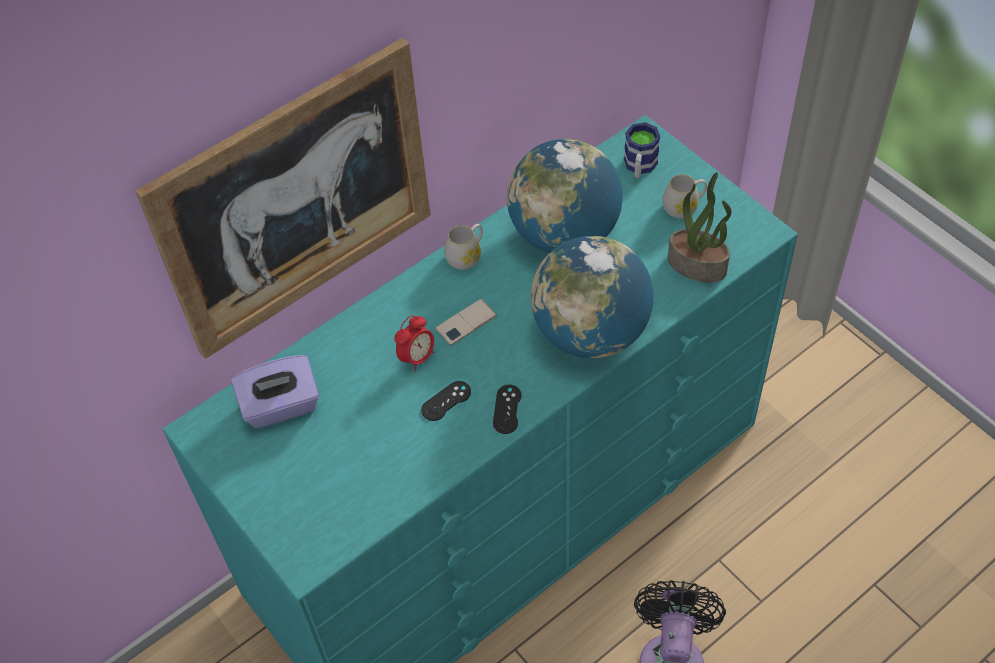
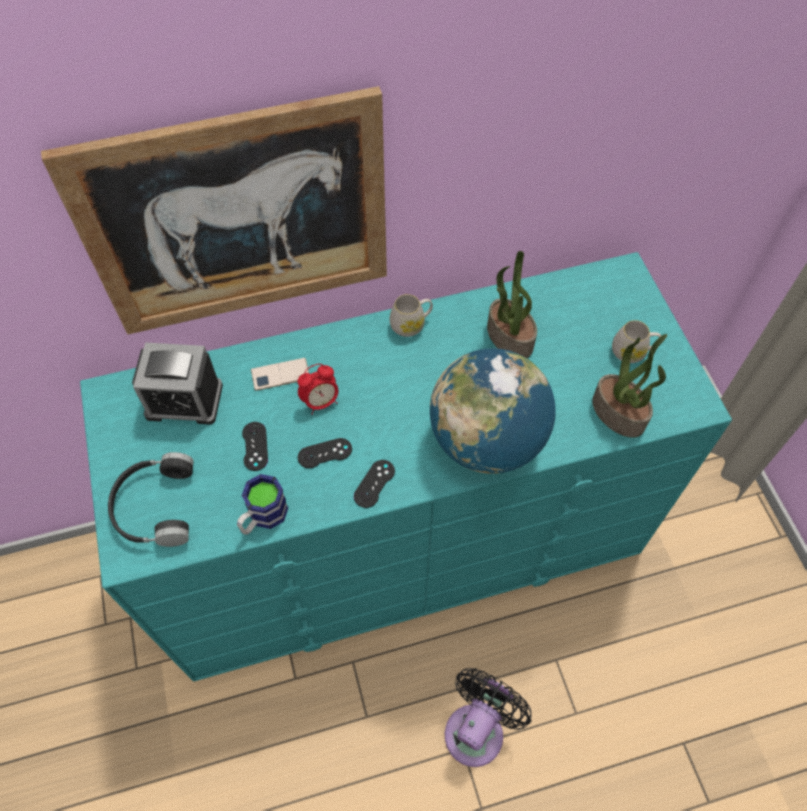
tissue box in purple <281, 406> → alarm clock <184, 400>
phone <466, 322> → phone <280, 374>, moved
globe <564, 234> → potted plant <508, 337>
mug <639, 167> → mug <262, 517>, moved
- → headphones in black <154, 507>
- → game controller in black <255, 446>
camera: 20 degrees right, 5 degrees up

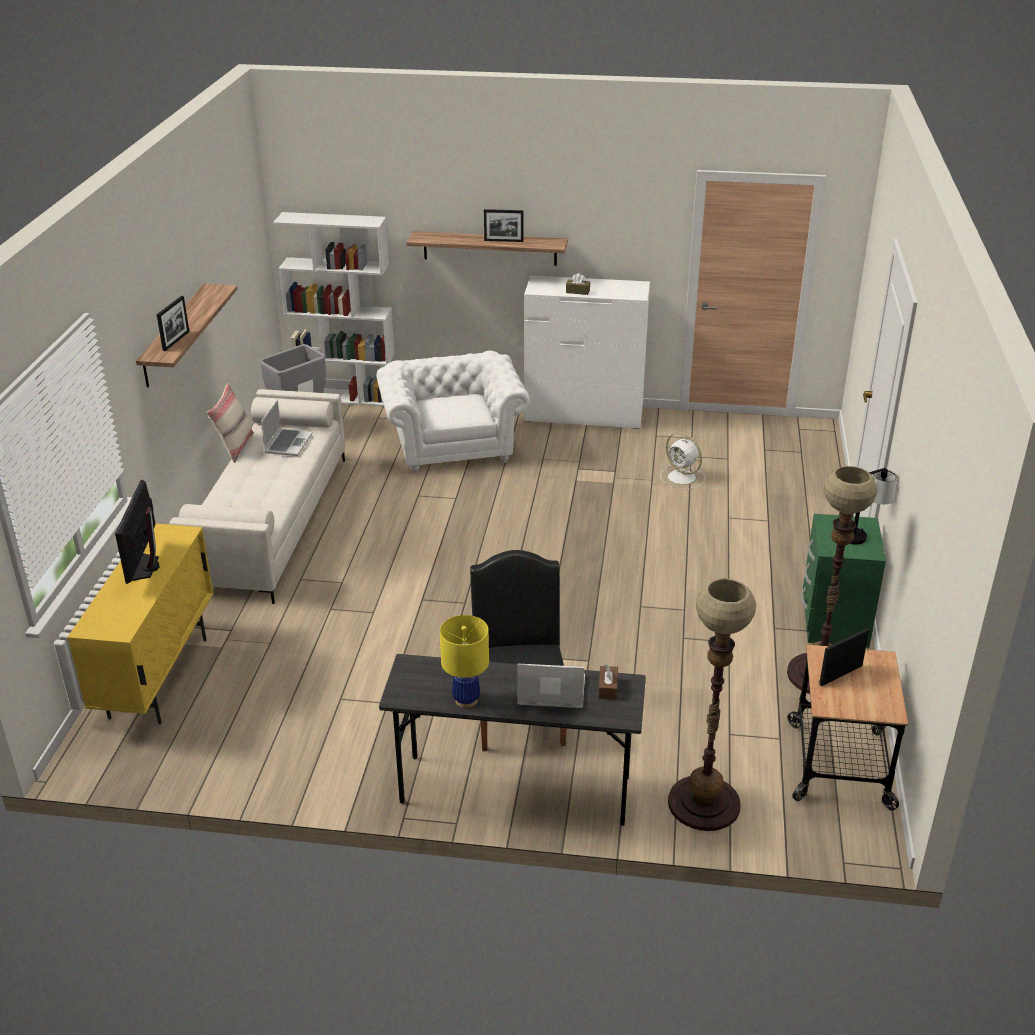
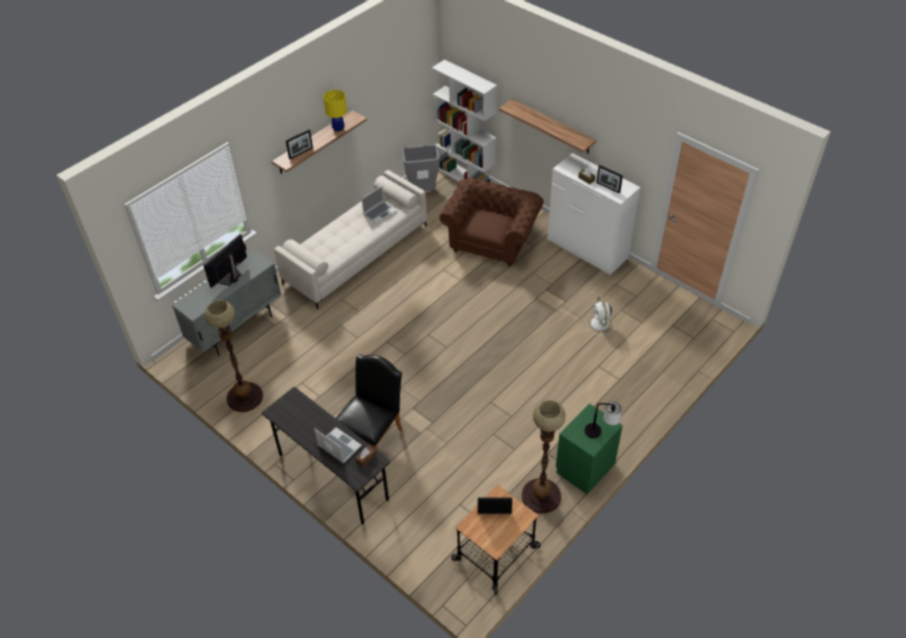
cabinet in yellow <159, 678> → cabinet in grey <237, 329>
pillow in beige <234, 447> → -
armchair in white <453, 445> → armchair in brown <492, 240>
table lamp in yellow <466, 700> → table lamp in yellow <338, 130>, moved
picture frame <503, 241> → picture frame <608, 187>, moved
floor lamp <704, 803> → floor lamp <245, 397>, moved
camera: 35 degrees right, 15 degrees up

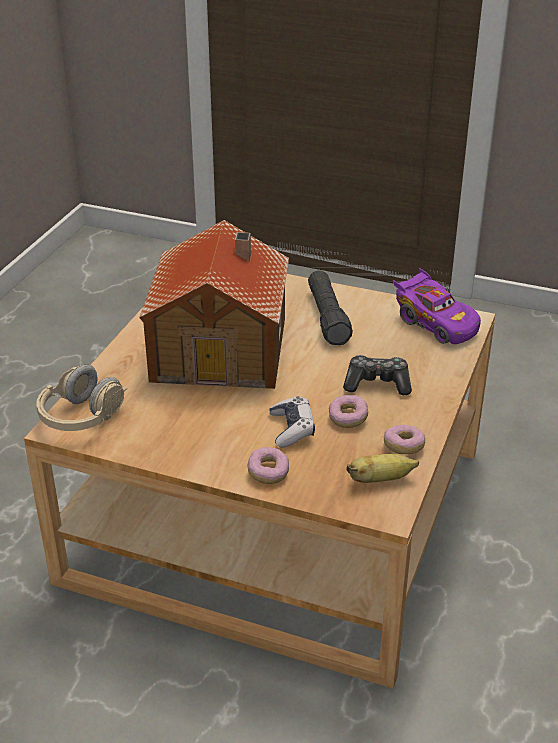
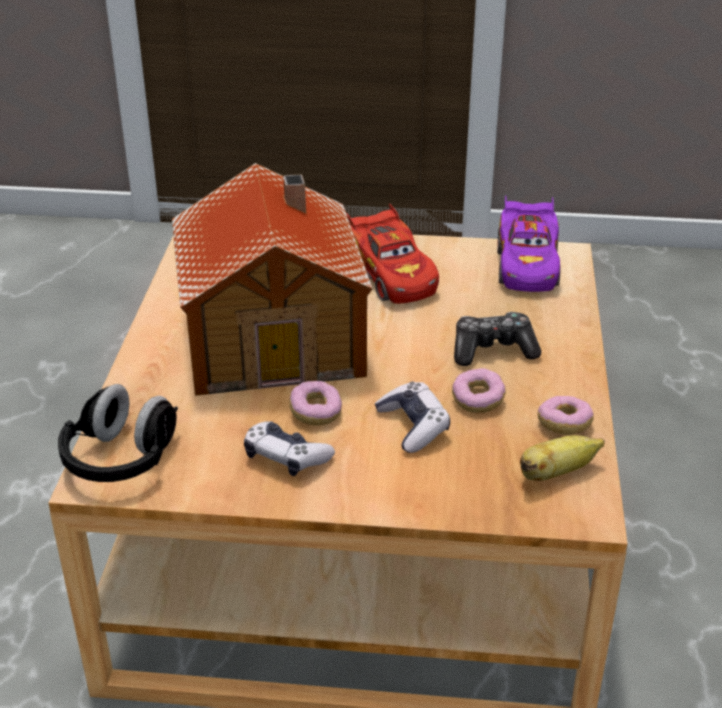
headphones in beige <82, 417> → headphones in black <121, 459>
donut <268, 473> → donut <316, 413>, moved
flashlight in black <327, 317> → toy car in red <391, 276>
toy car in purple <435, 324> → toy car in purple <527, 265>, 60 degrees clockwise
- → game controller <286, 457>
camera: 15 degrees left, 0 degrees up

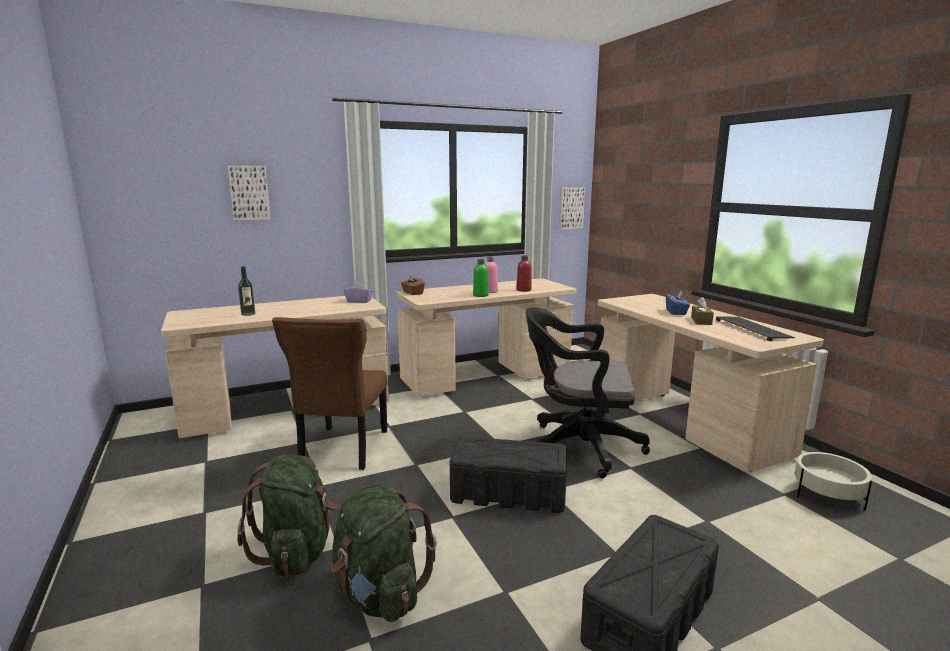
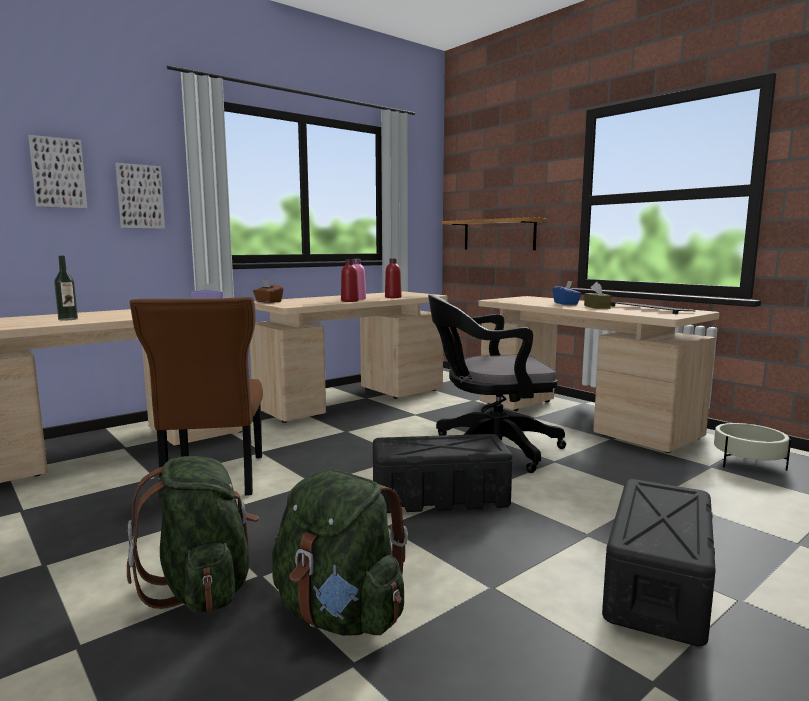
bottle in green <480, 295> → bottle in red <349, 301>
picture <570, 208> → picture <139, 197>, moved
- → shelf <498, 235>
camera: 15 degrees left, 5 degrees down

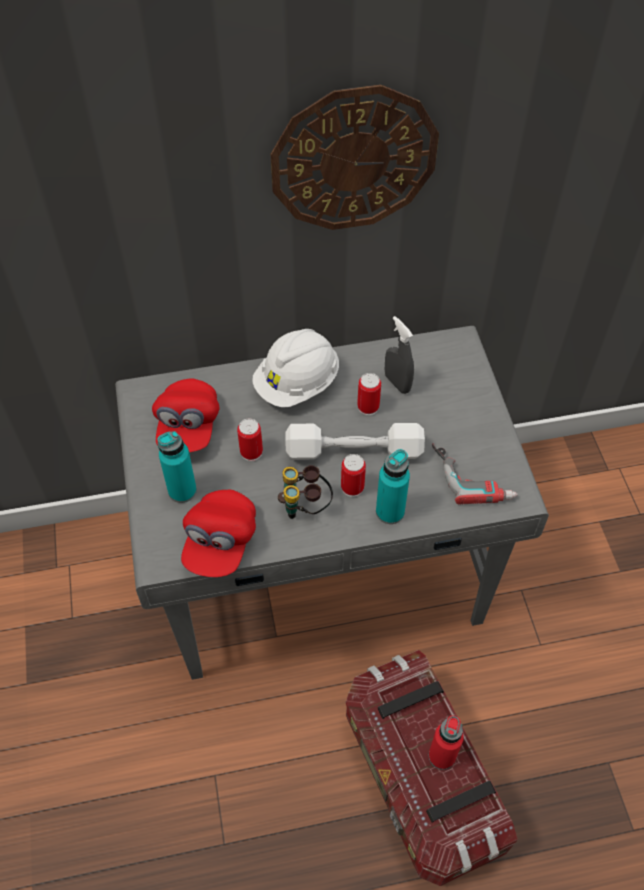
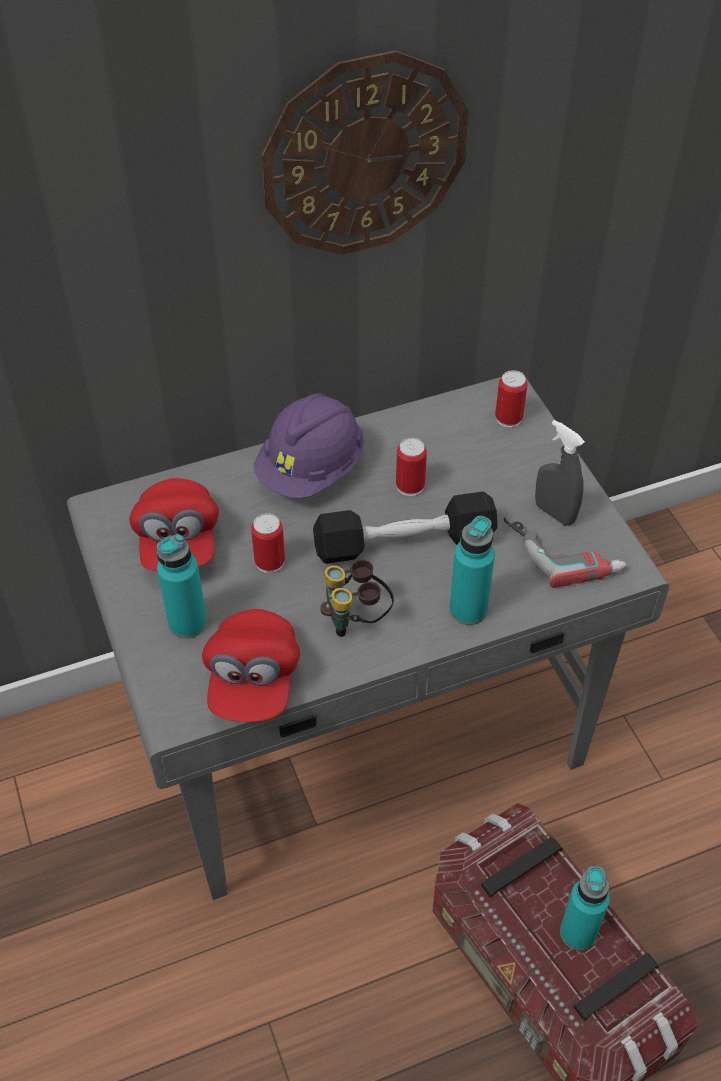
hard hat in white <297, 384> → hard hat in purple <312, 470>
dumbbell in white <354, 451> → dumbbell in black <404, 542>
can <352, 487> → can <508, 418>, moved
spray bottle in grey <397, 383> → spray bottle in grey <554, 513>, moved
bottle in red <442, 756> → bottle in turquoise <578, 932>
camera: 10 degrees left, 5 degrees down

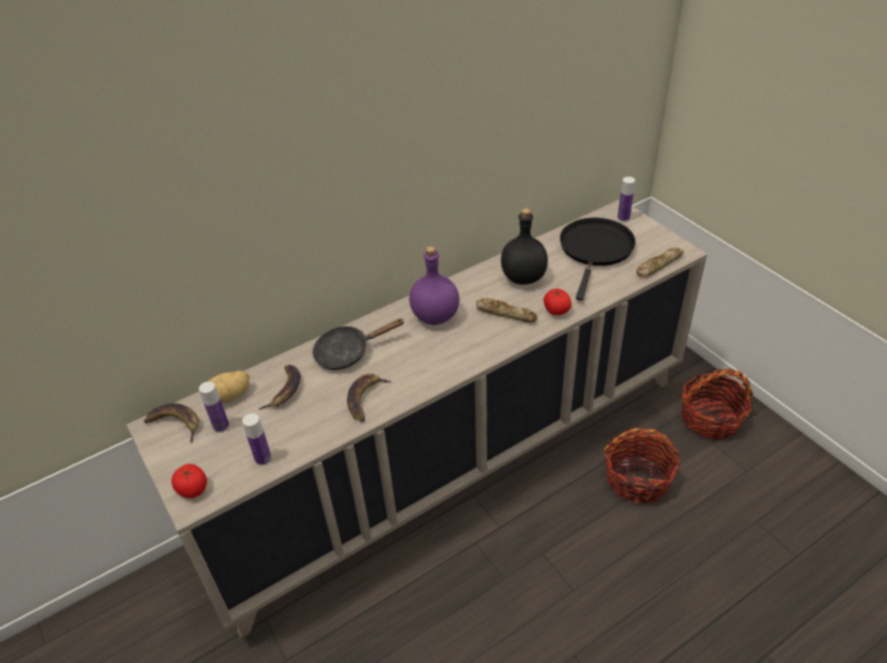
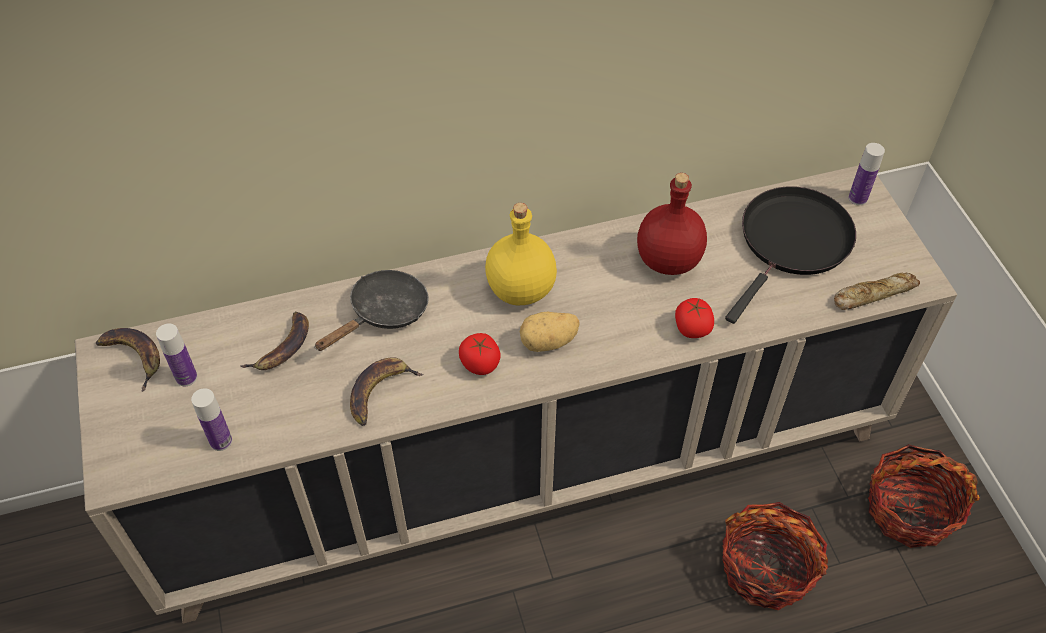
tomato <193, 489> → tomato <480, 364>, moved
potato <231, 396> → potato <549, 342>, moved
frying pan in black <348, 352> → frying pan in black <383, 313>, 135 degrees clockwise
bottle in purple <434, 316> → bottle in yellow <519, 289>
bread <506, 313> → -
bottle in black <523, 278> → bottle in red <667, 261>
camera: 15 degrees right, 10 degrees up

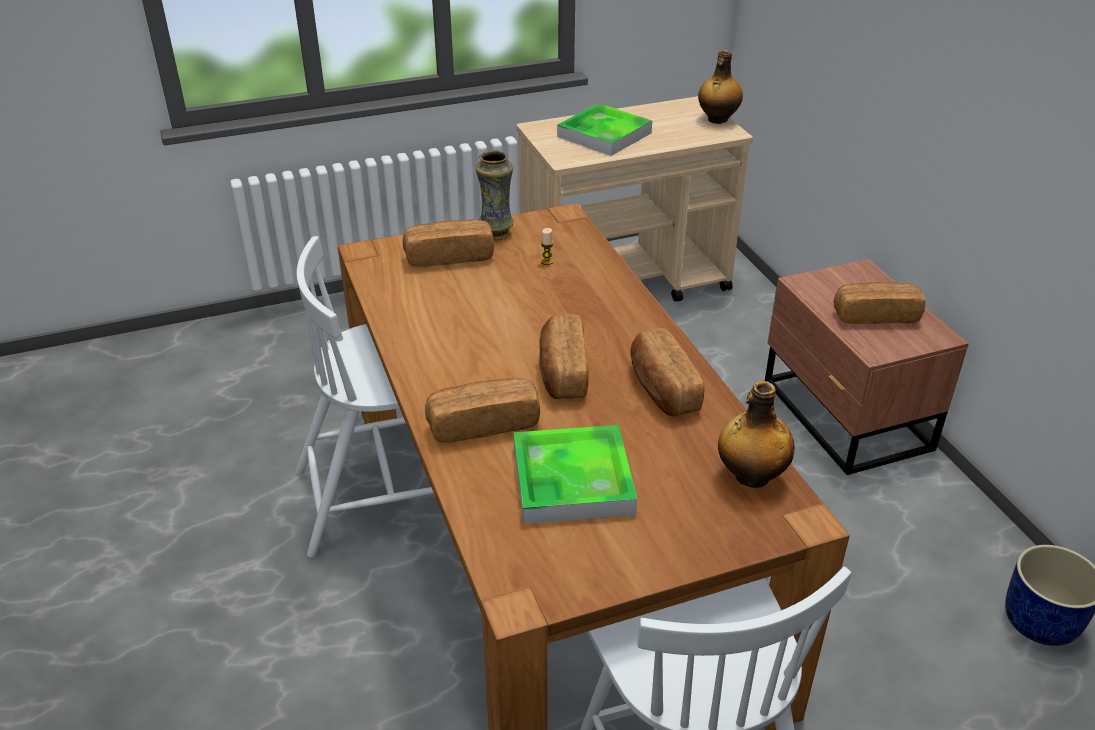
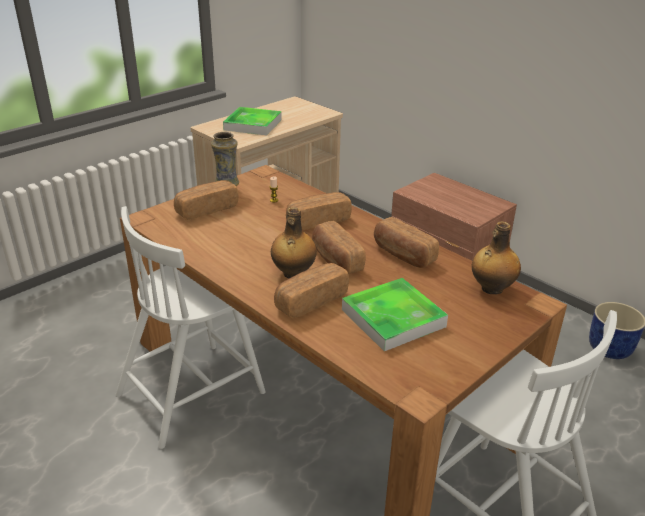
bottle <717, 120> → bottle <293, 274>, moved
bread <875, 316> → bread <318, 221>, moved
camera: 25 degrees left, 5 degrees down

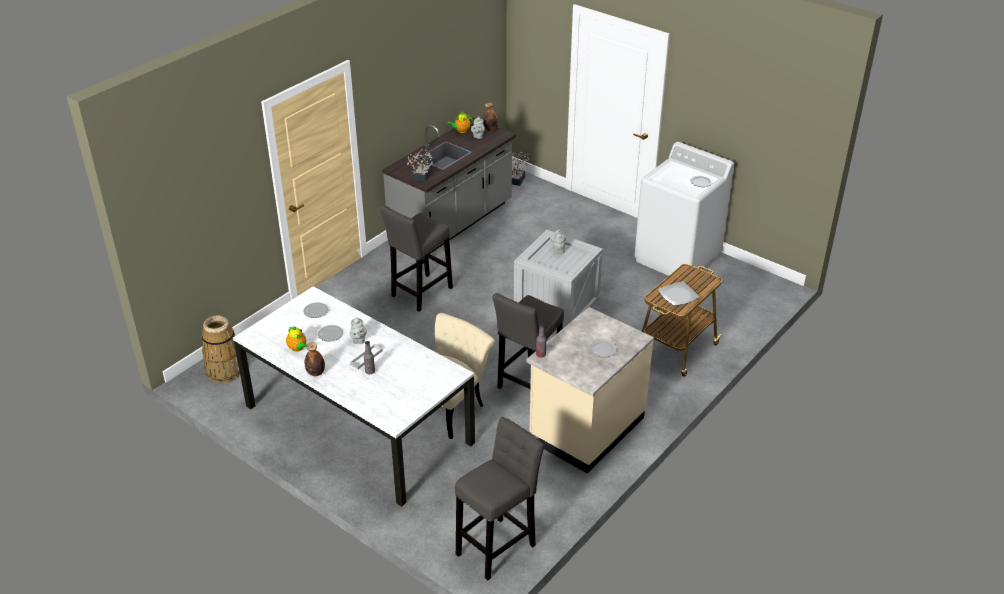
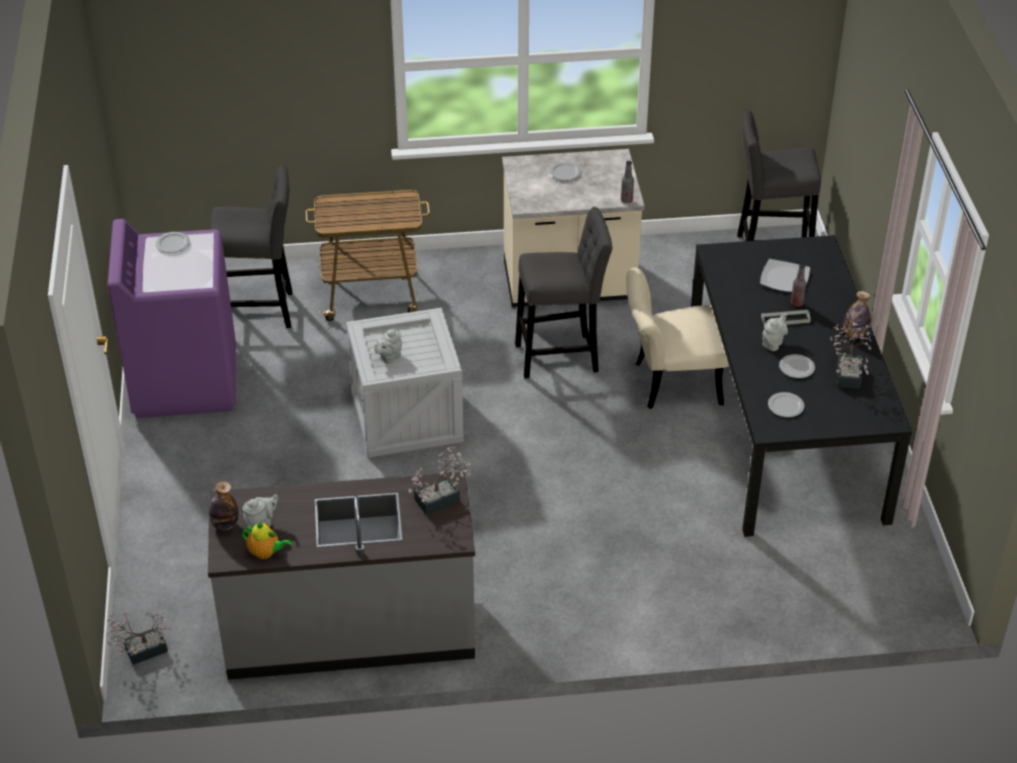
basket <225, 370> → -
dining table in white <357, 424> → dining table in black <785, 426>
teapot <298, 348> → potted plant <848, 372>
stool in grey <420, 293> → stool in grey <261, 311>, moved
washing machine in white <678, 258> → washing machine in purple <185, 381>
plate <678, 295> → plate <784, 278>, moved
camera: 135 degrees left, 5 degrees up

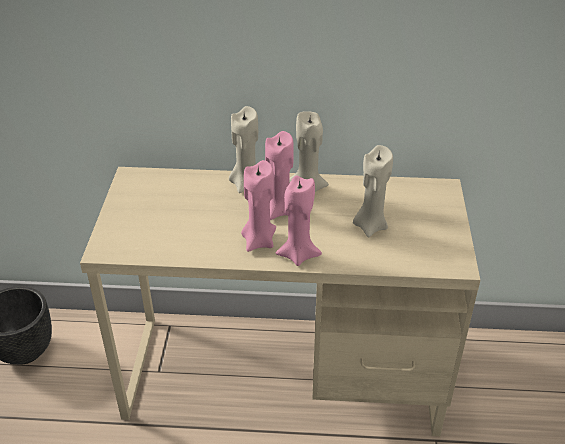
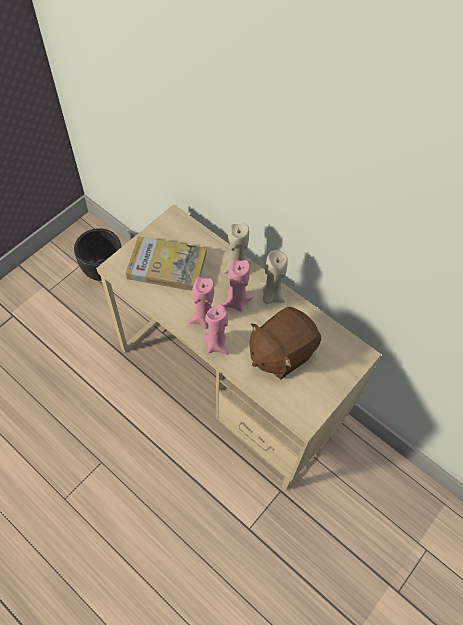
candle in beige <370, 226> → plush toy in brown <281, 352>
- → book <167, 266>
camera: 35 degrees right, 20 degrees up

